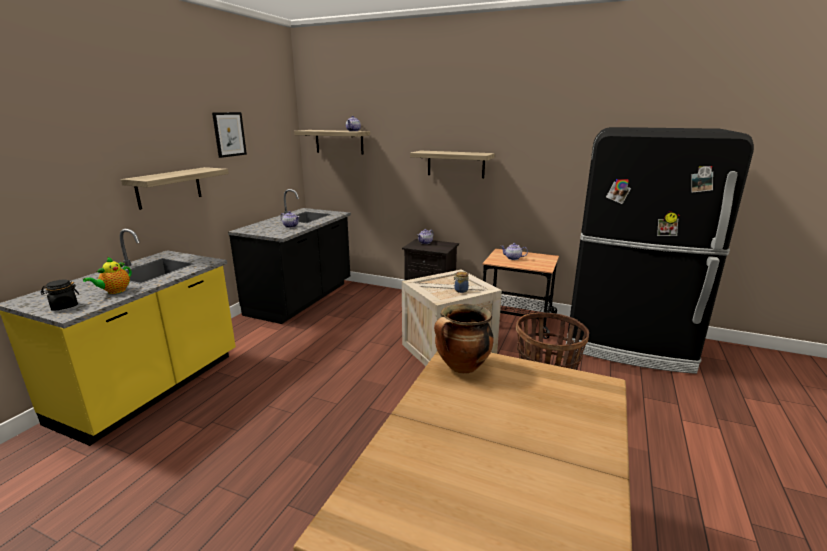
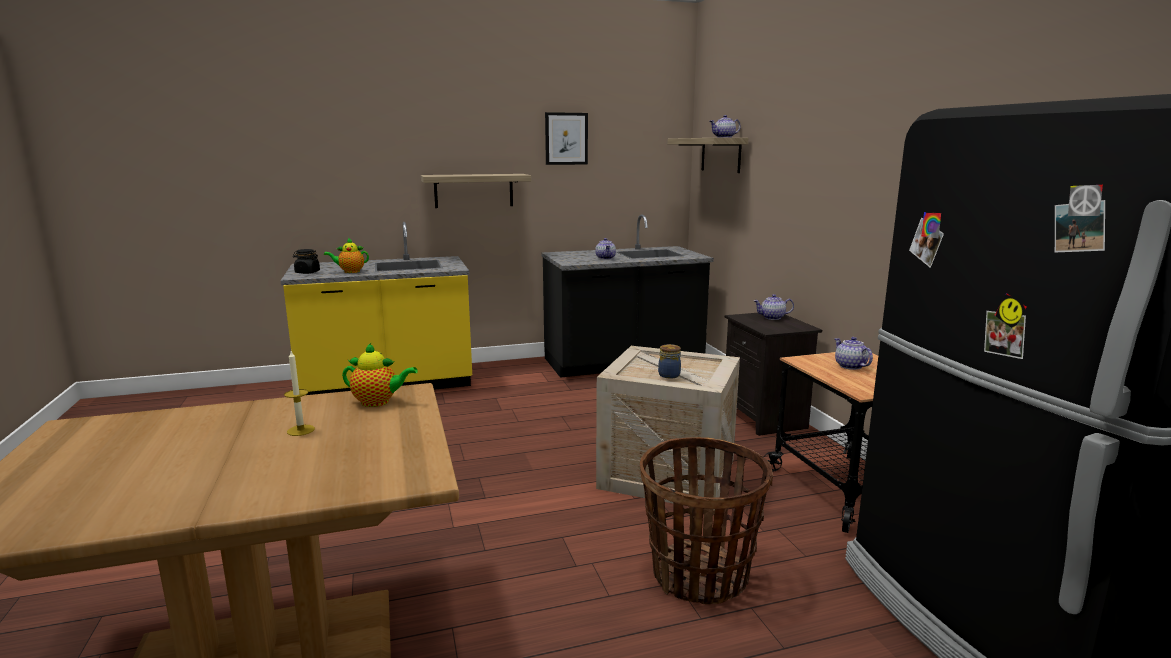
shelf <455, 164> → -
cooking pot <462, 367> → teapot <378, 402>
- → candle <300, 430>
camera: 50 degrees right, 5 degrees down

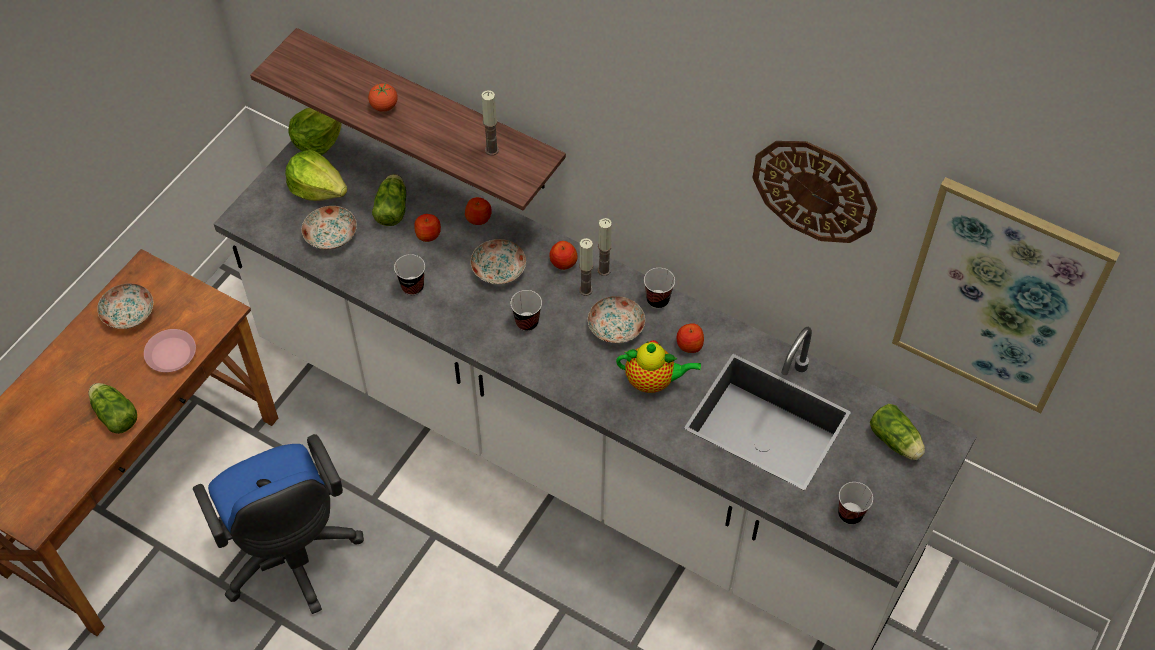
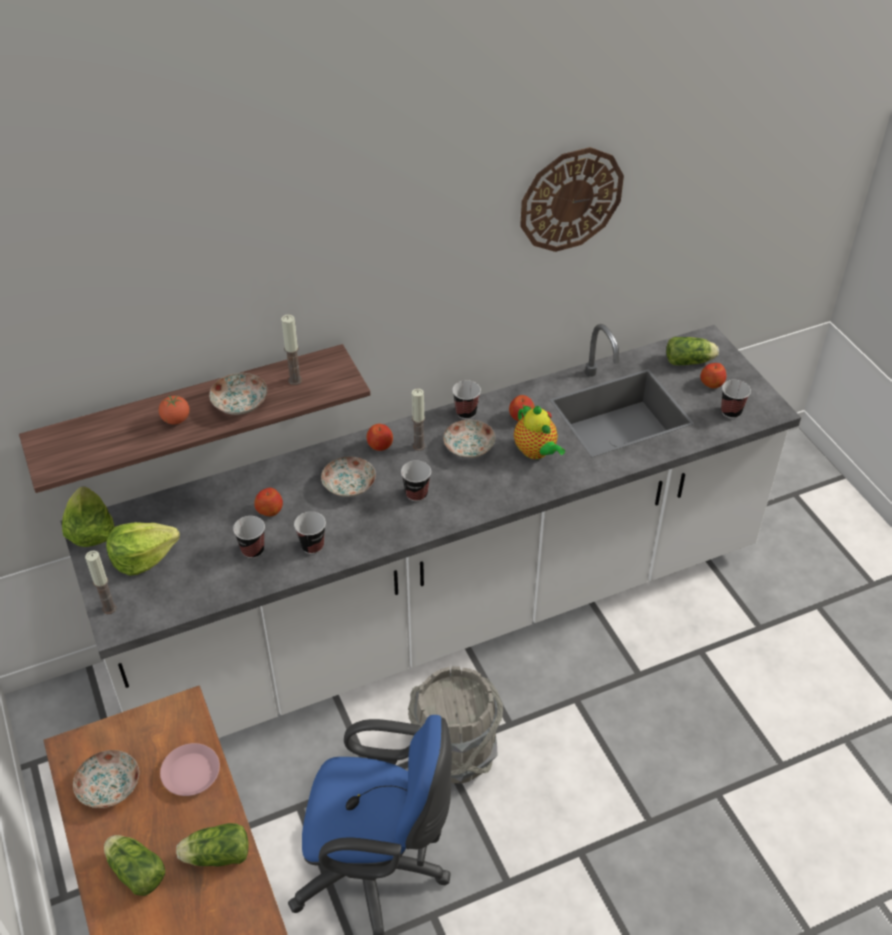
plate <330, 236> → plate <240, 403>, moved
lettuce <392, 207> → lettuce <135, 870>, moved
apple <479, 218> → apple <712, 383>, moved
candle <604, 270> → candle <109, 608>, moved
teapot <653, 381> → teapot <536, 452>, 105 degrees clockwise
picture <998, 297> → -
- → cup <253, 550>
- → bucket in grey <455, 752>
camera: 55 degrees left, 10 degrees down

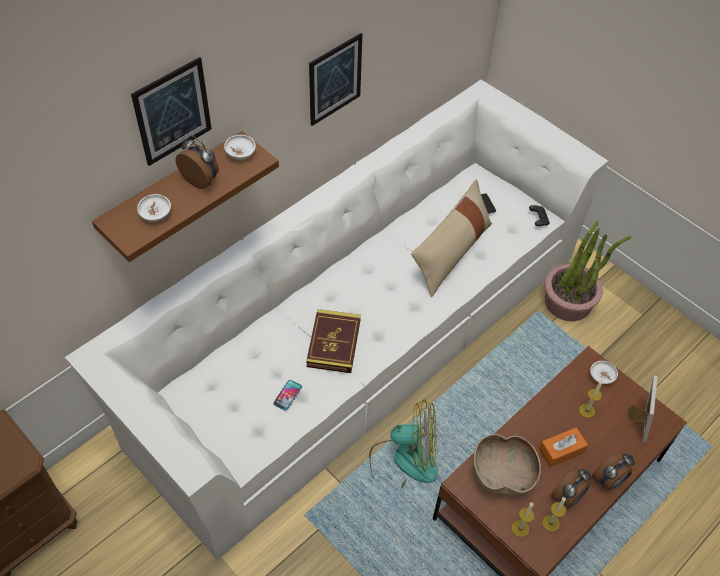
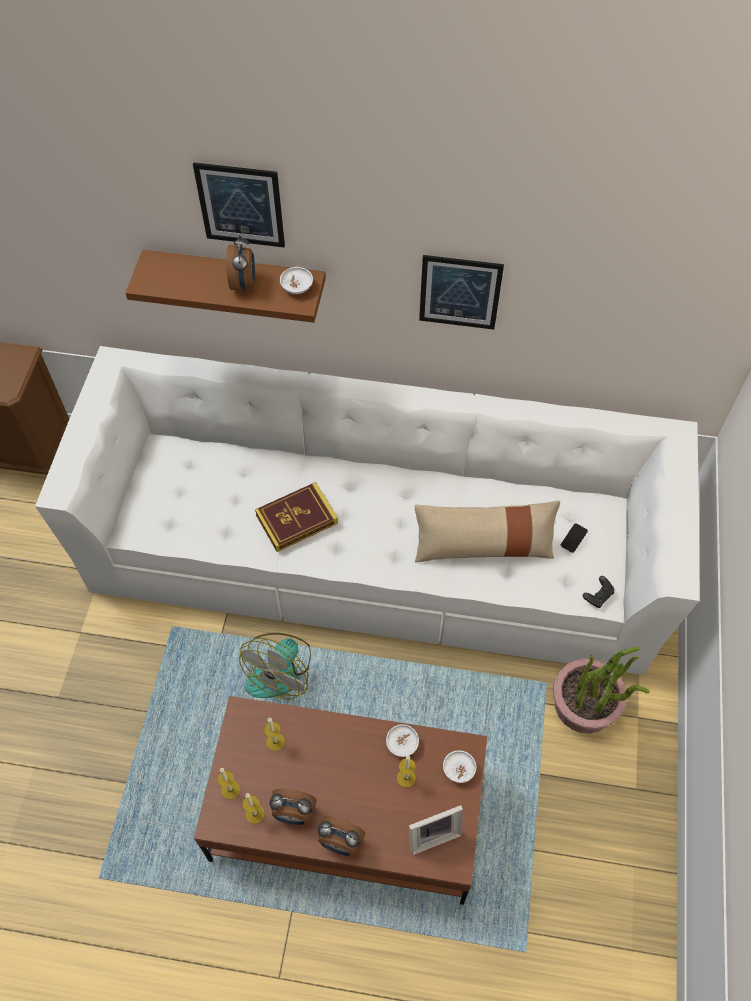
bowl in white <155, 214> → bowl in white <402, 744>, moved
phone <287, 395> → -
fan <404, 461> → fan <280, 669>, 60 degrees clockwise
bowl in brown <502, 474> → candle <275, 741>
tissue box in orange <561, 451> → -
camera: 55 degrees right, 5 degrees up

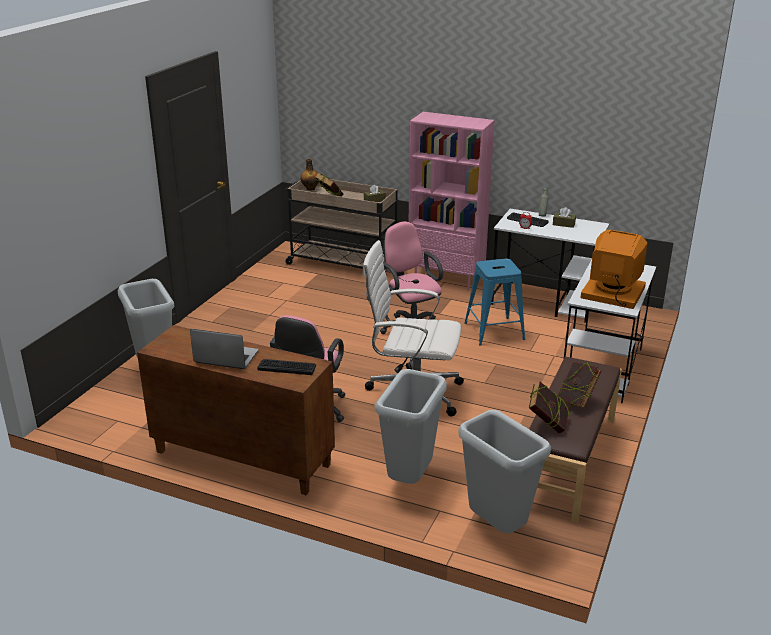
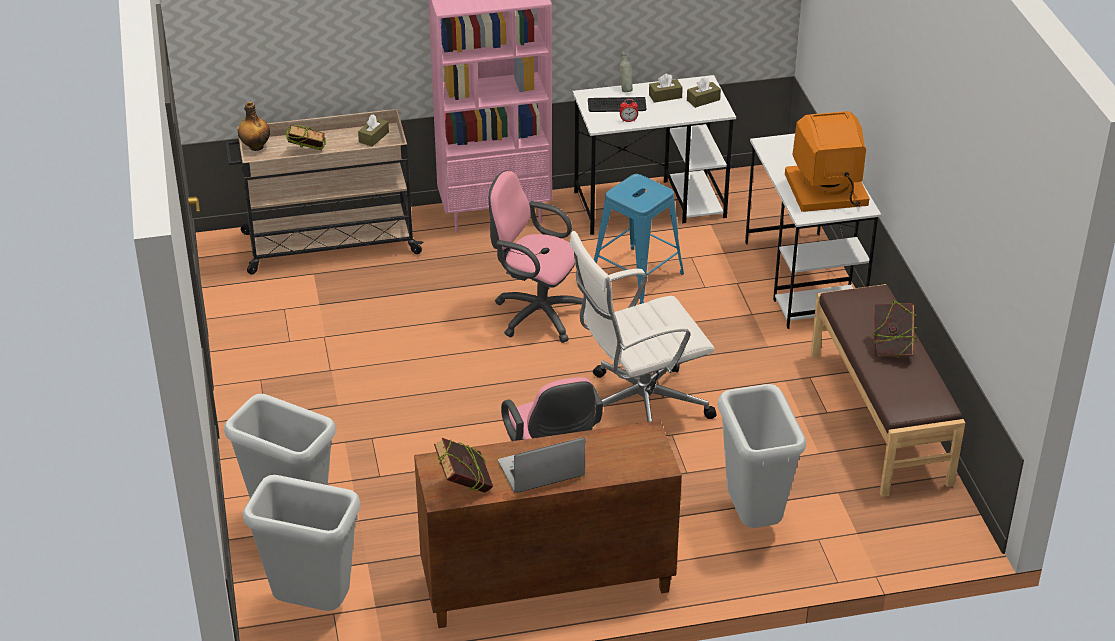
keyboard <287, 367> → -
trash can in grey <495, 528> → trash can in grey <311, 607>, moved
book <547, 425> → book <464, 487>, moved
- → tissue box in brown <703, 100>
camera: 35 degrees left, 10 degrees up

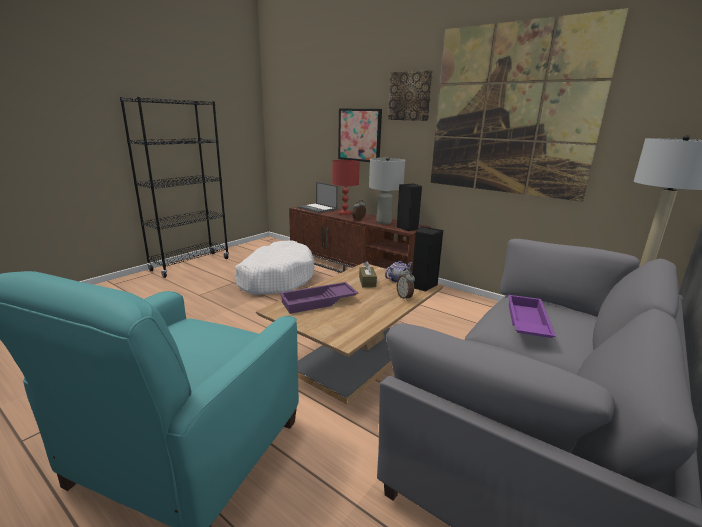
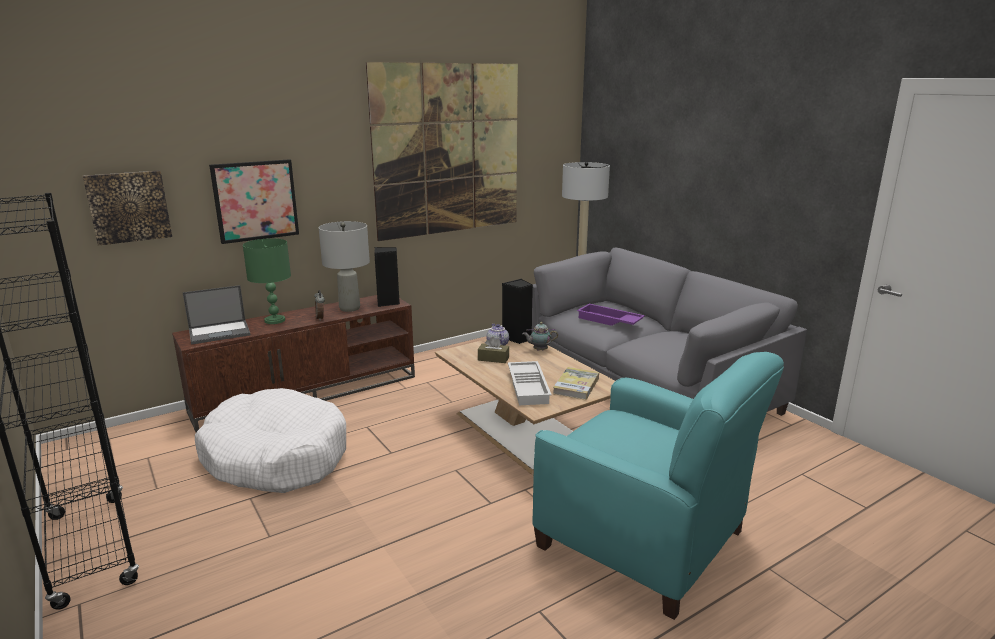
tray in purple <318, 302> → tray in white <529, 387>
table lamp in red <344, 213> → table lamp in green <274, 320>
picture <410, 96> → picture <128, 207>, moved
alarm clock <405, 297> → teapot <539, 350>
- → book <576, 386>
camera: 70 degrees left, 0 degrees up

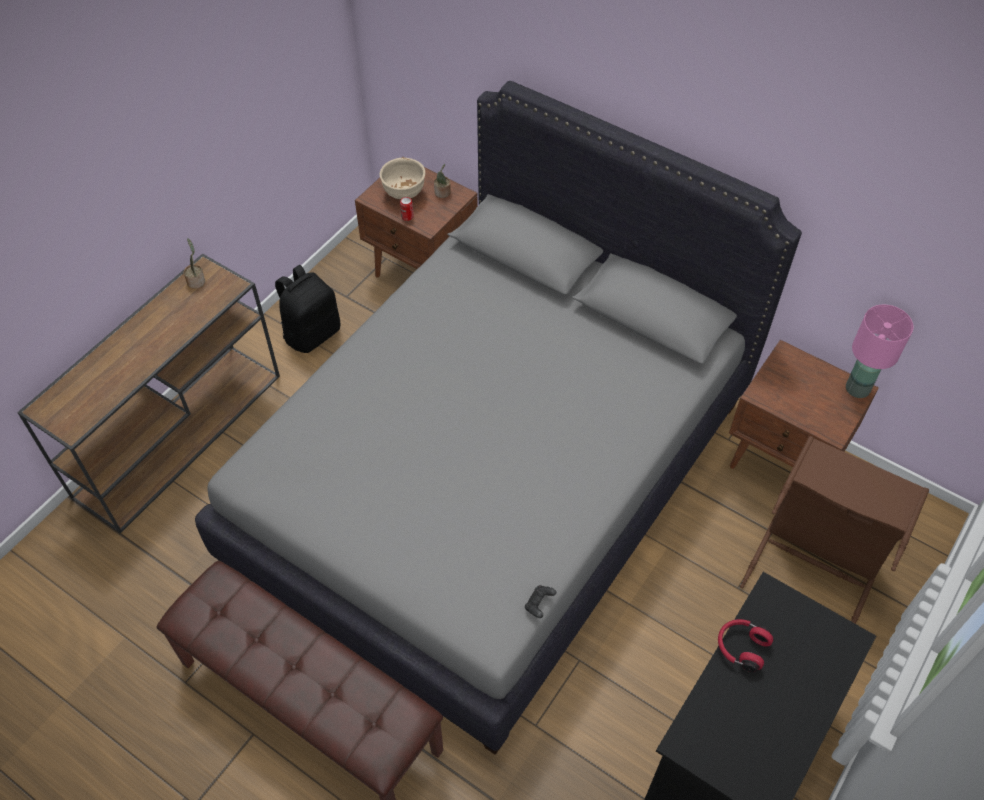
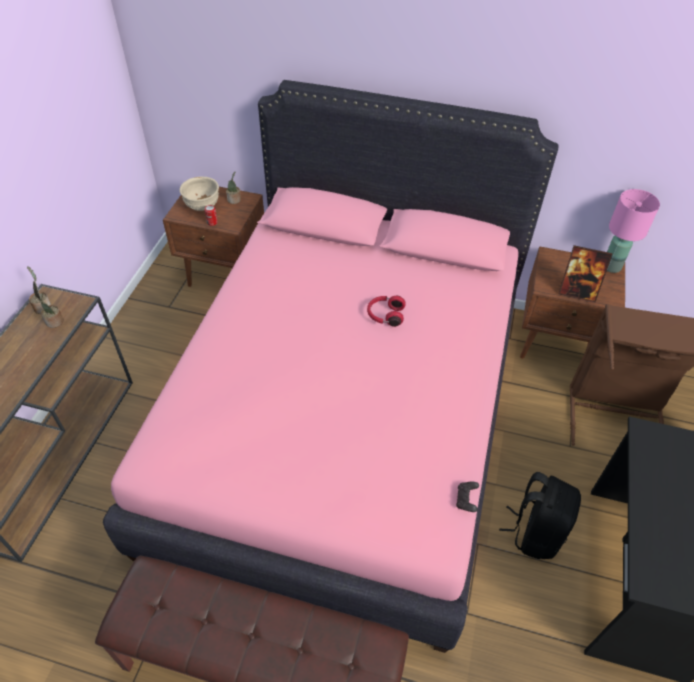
bed in grey <491, 479> → bed in pink <344, 417>
backpack in black <312, 333> → backpack in black <535, 532>, moved
headphones in red <741, 647> → headphones in red <385, 315>, moved
- → potted plant <55, 322>
- → picture frame <577, 292>
camera: 20 degrees left, 5 degrees down

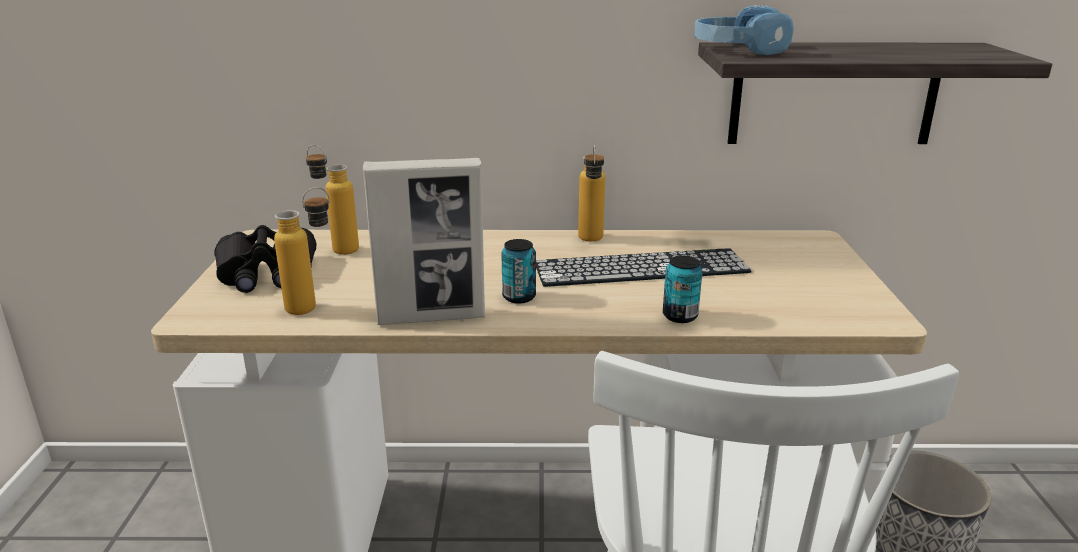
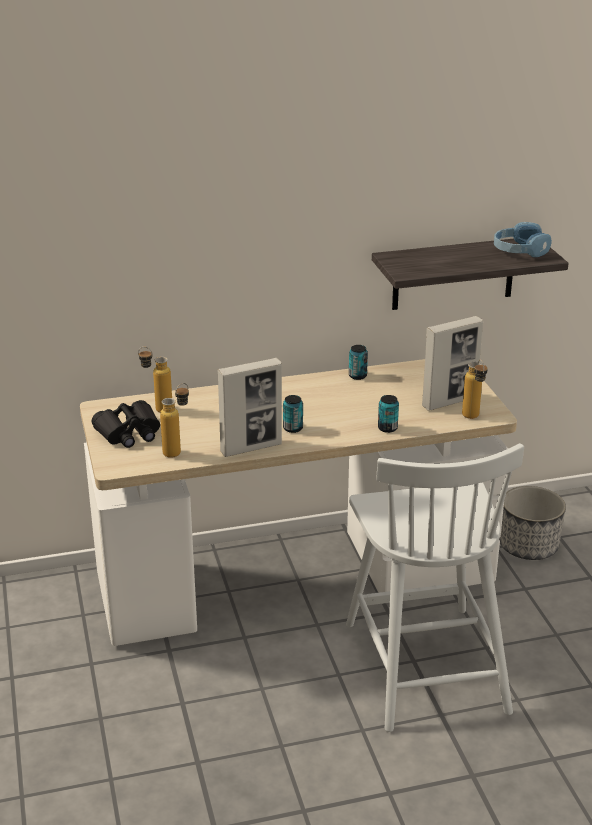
keyboard <641, 268> → -
bottle <591, 241> → bottle <473, 418>, moved
headphones in blue <739, 49> → headphones in blue <519, 251>, moved
- → can <357, 376>
- → picture frame <449, 402>
camera: 15 degrees left, 5 degrees up

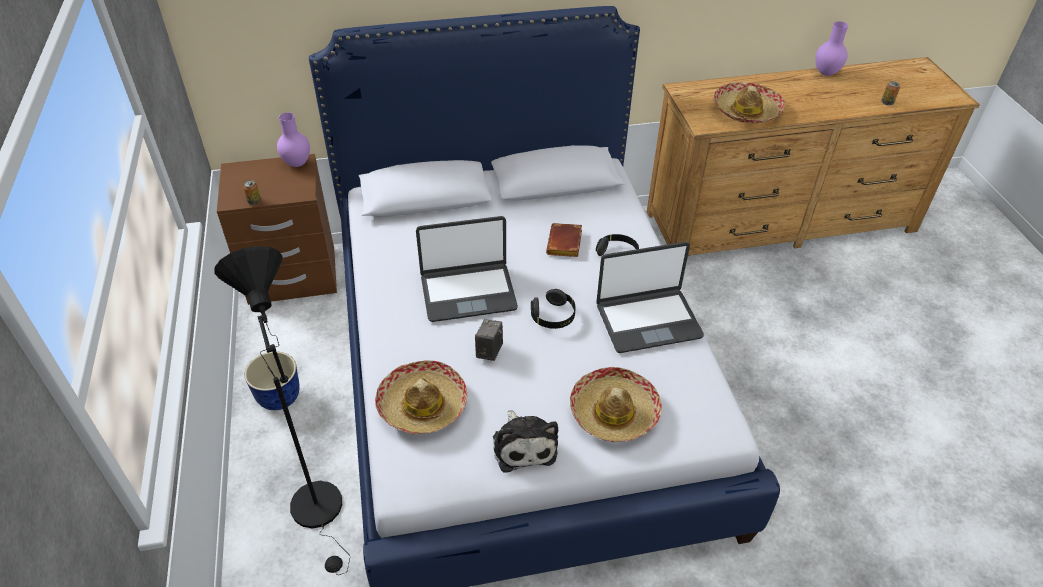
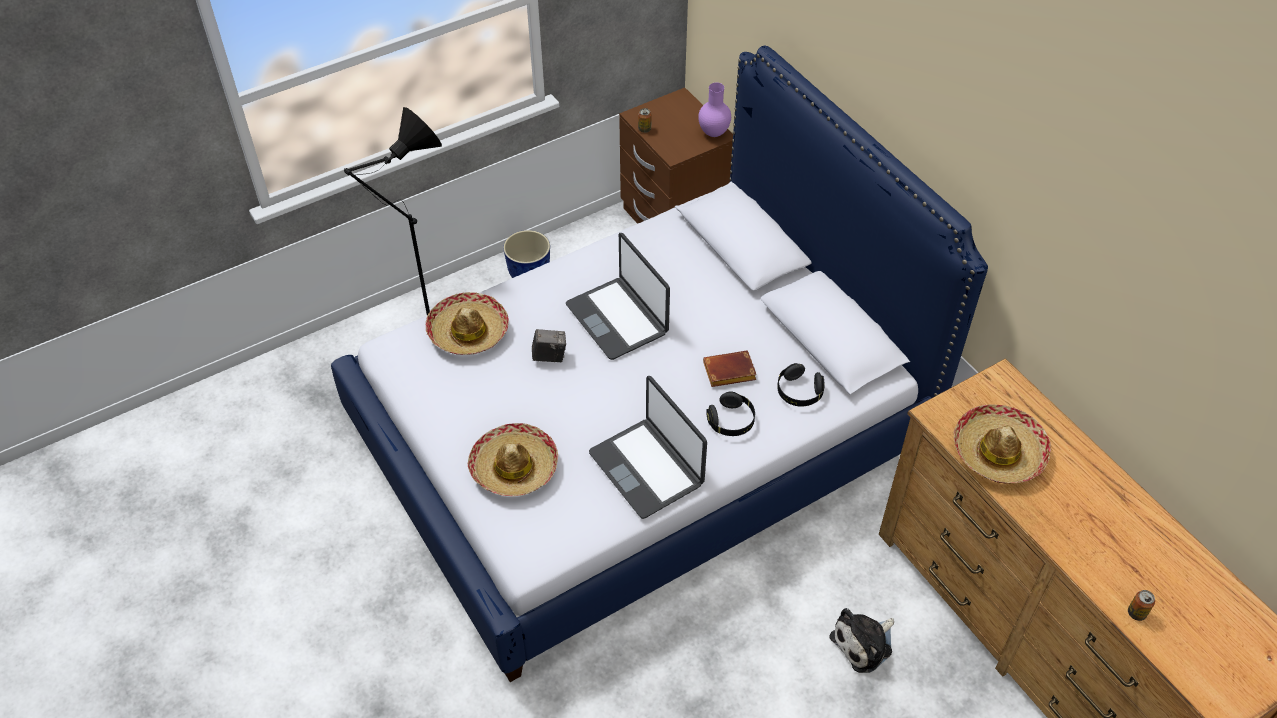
plush toy <523, 445> → plush toy <864, 643>, moved
headphones in black <553, 317> → headphones in black <799, 392>, moved
vase in purple <826, 73> → -
camera: 70 degrees right, 5 degrees up

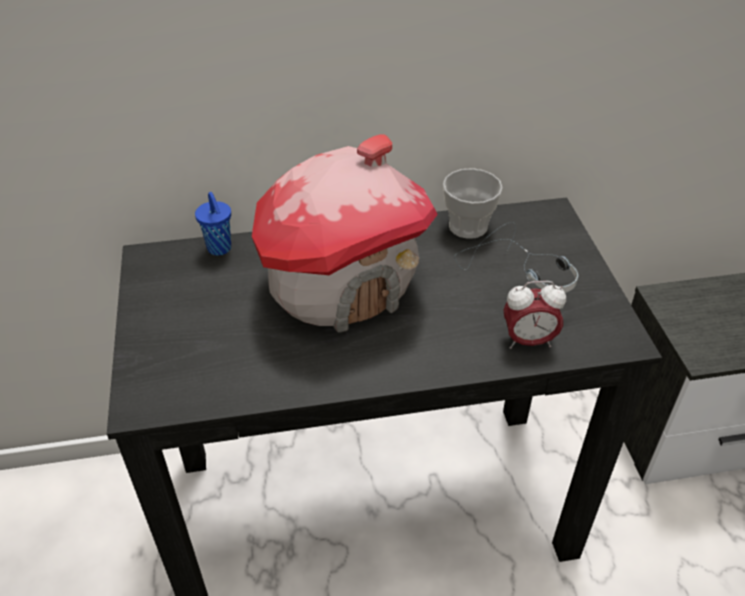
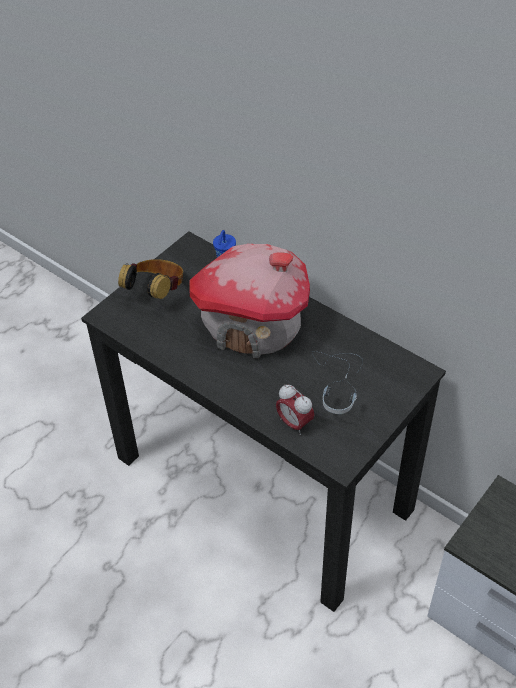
cup <468, 226> → -
- → headphones <156, 292>
camera: 50 degrees right, 5 degrees up

